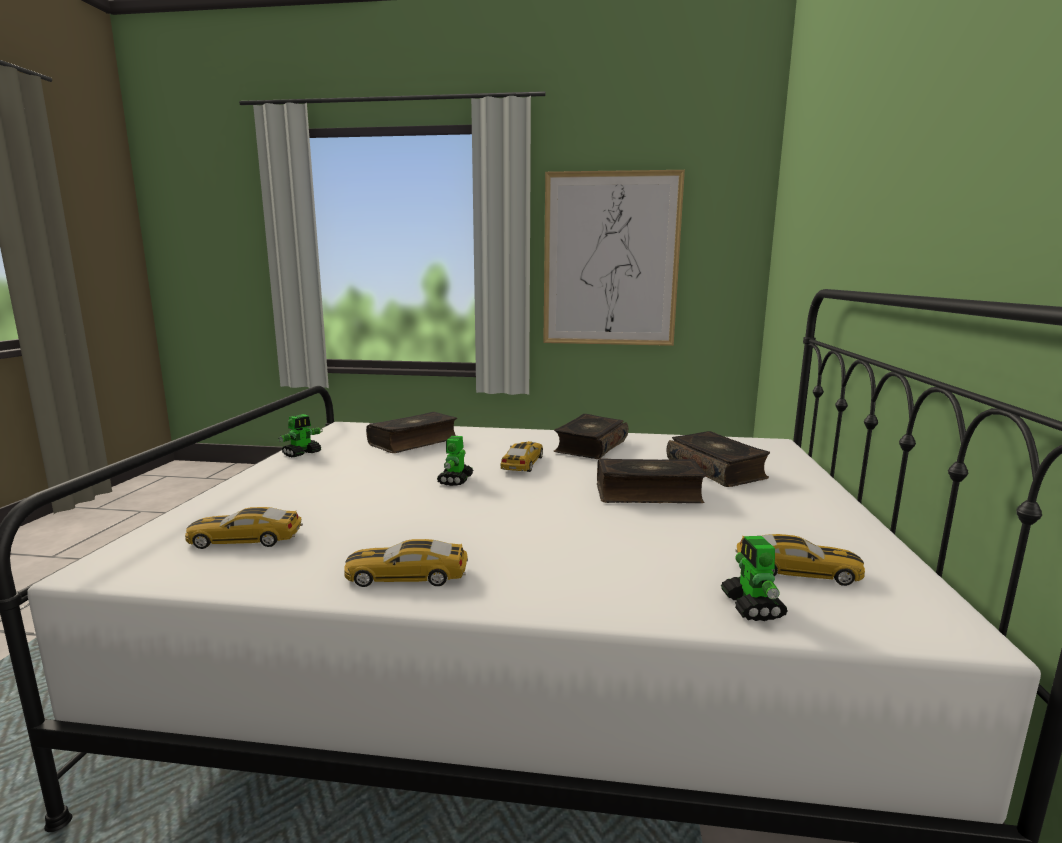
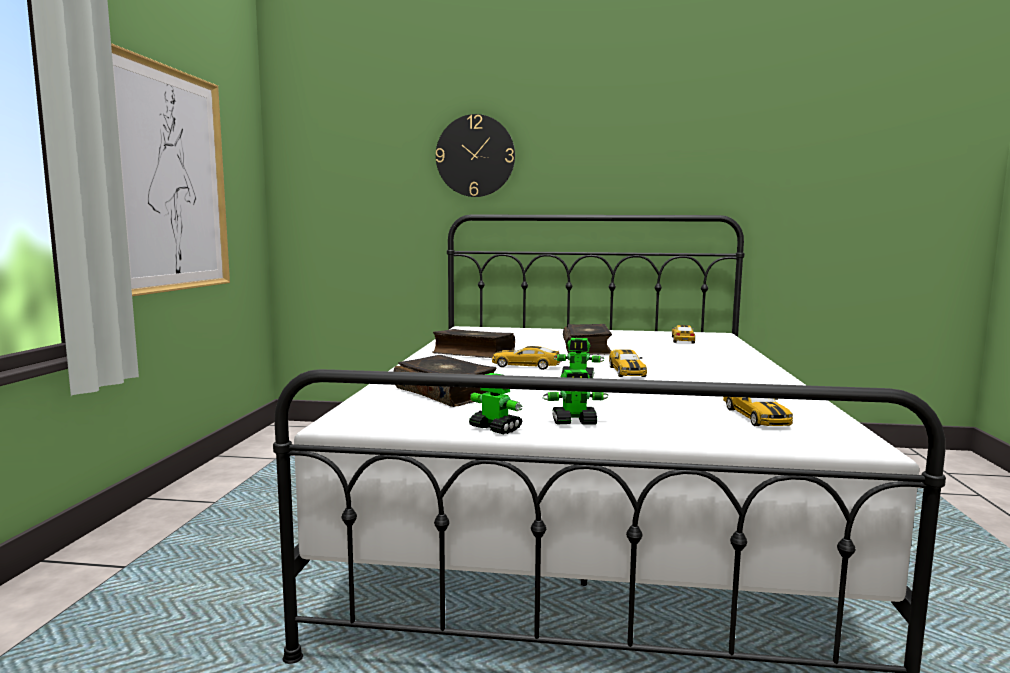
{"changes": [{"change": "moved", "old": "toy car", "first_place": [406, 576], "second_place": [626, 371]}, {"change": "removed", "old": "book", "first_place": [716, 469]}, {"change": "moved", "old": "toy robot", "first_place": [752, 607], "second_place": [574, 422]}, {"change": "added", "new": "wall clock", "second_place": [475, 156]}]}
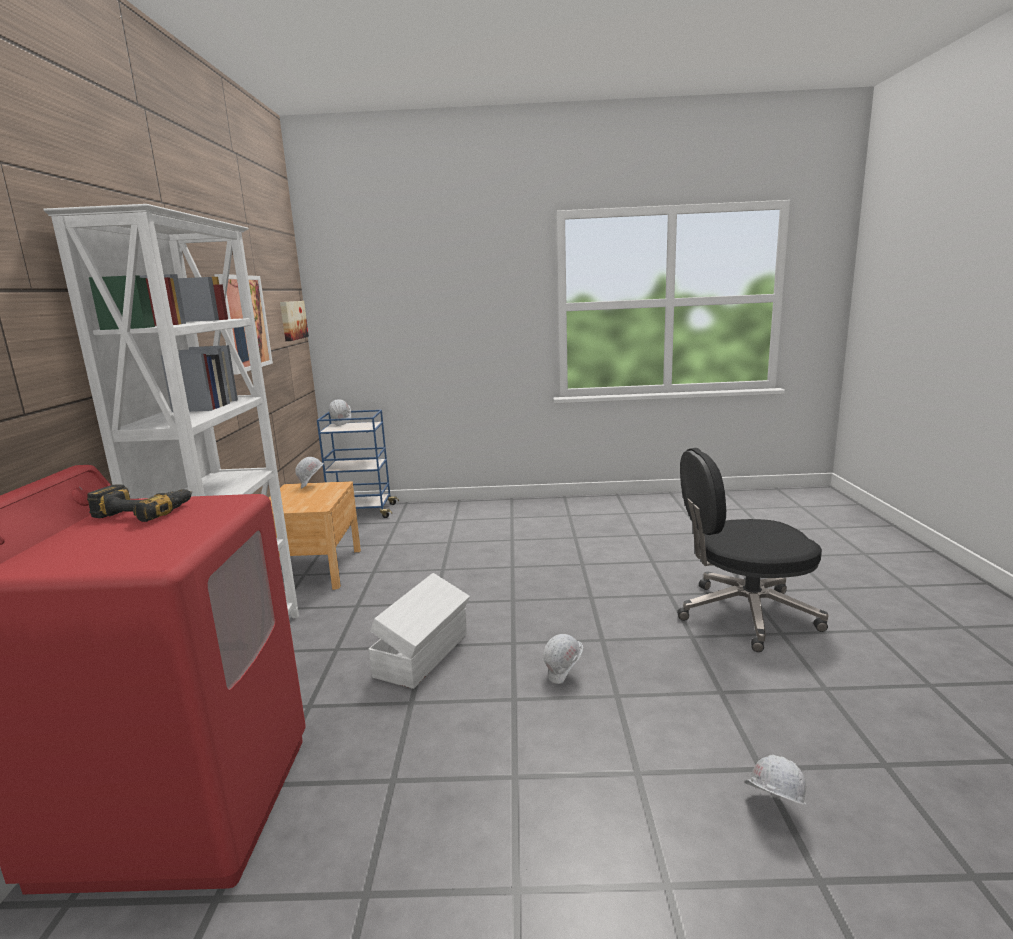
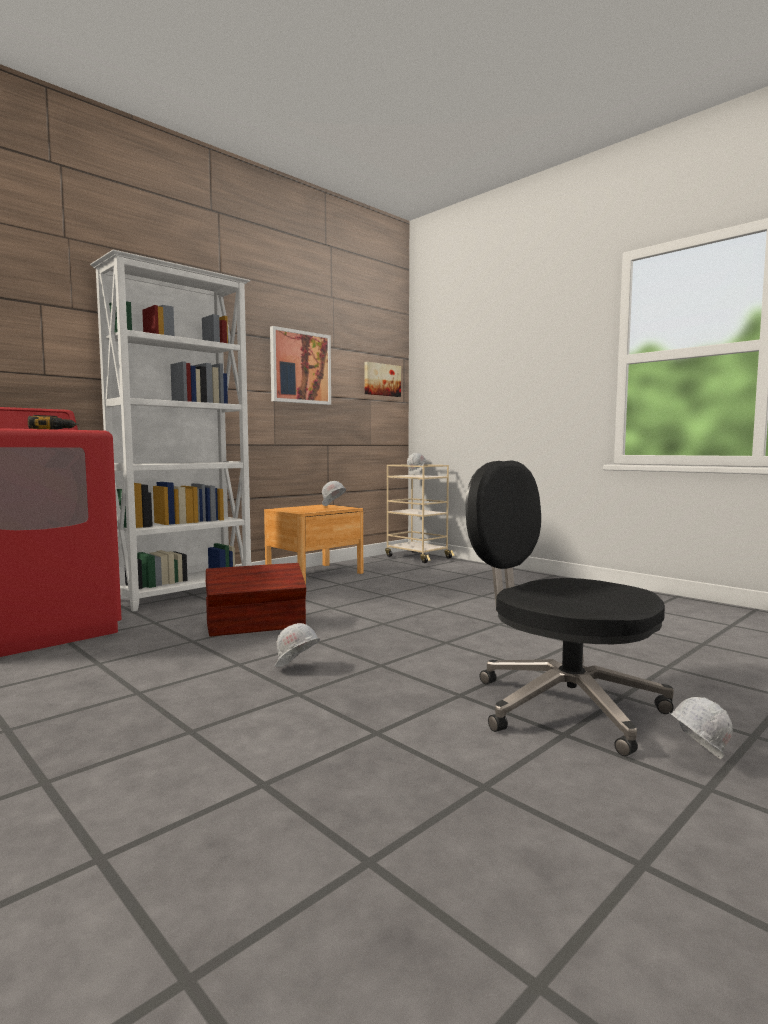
{"changes": [{"change": "recoloured", "old": "blue cart", "new": "beige cart", "first_place": [362, 512], "second_place": [417, 557]}, {"change": "recoloured", "old": "white storage box", "new": "brown storage box", "first_place": [424, 654], "second_place": [257, 626]}, {"change": "moved", "old": "white hard hat", "first_place": [771, 810], "second_place": [695, 759]}]}
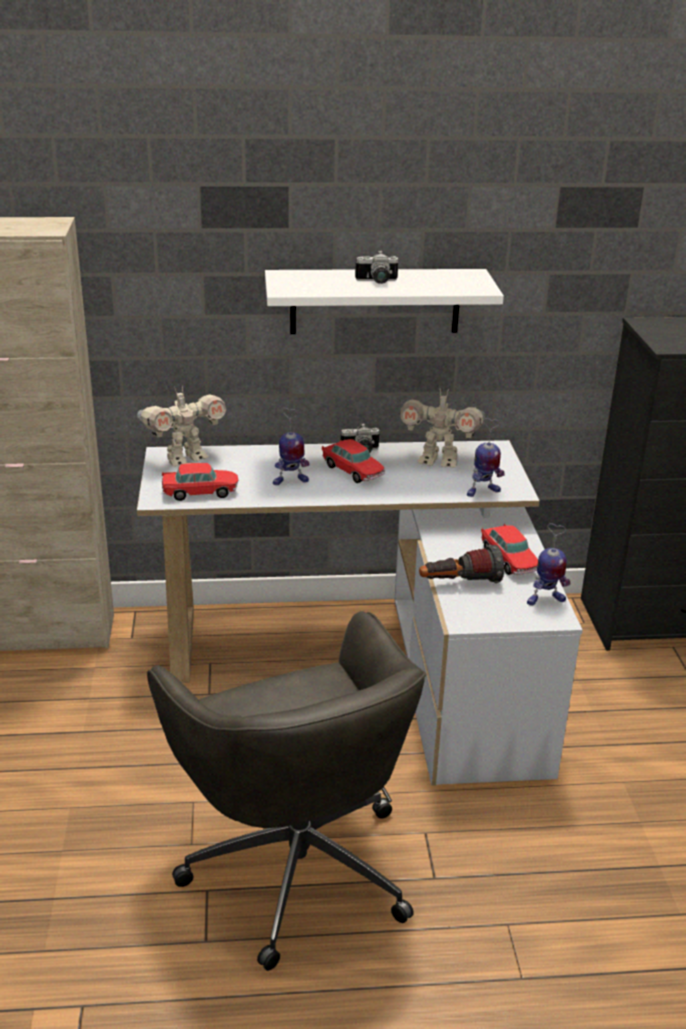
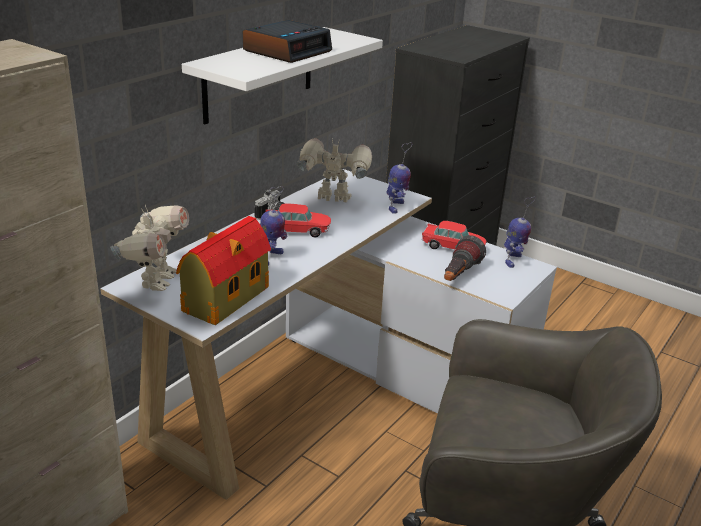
{"changes": [{"change": "replaced", "old": "toy car", "new": "toy house", "first_place": [200, 492], "second_place": [224, 300]}, {"change": "replaced", "old": "photo camera", "new": "alarm clock", "first_place": [377, 281], "second_place": [287, 51]}, {"change": "turned", "old": "toy robot", "first_place": [438, 461], "second_place": [333, 199], "degrees": -135}]}
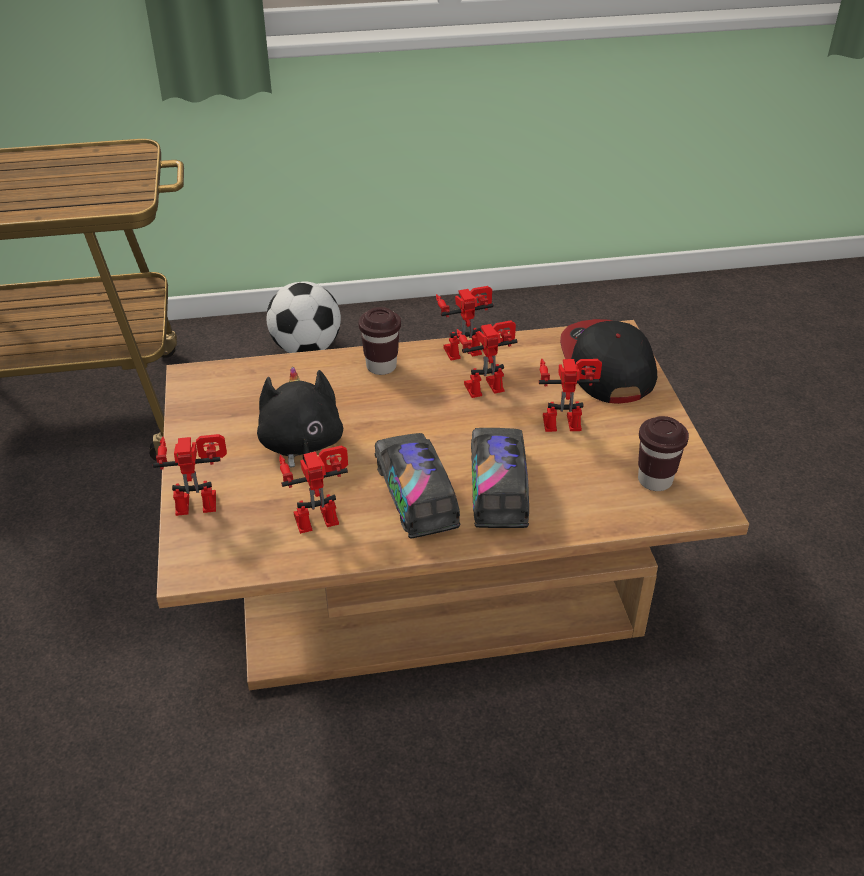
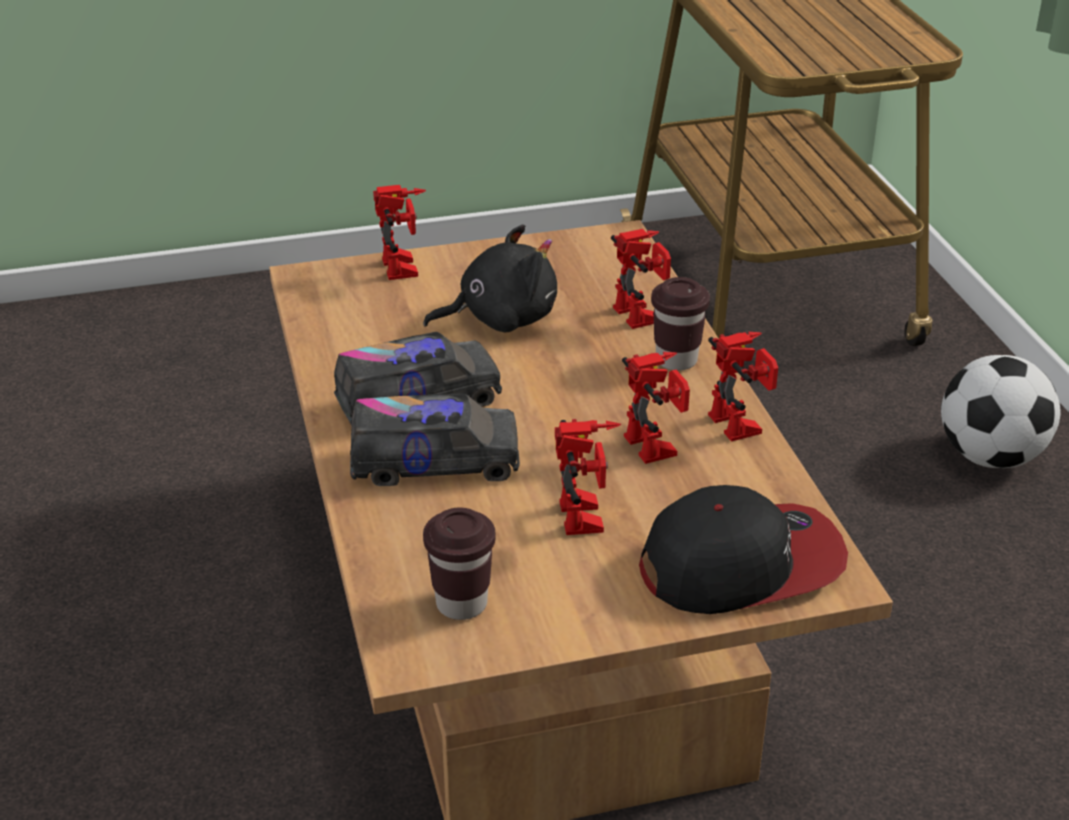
{"changes": [{"change": "moved", "old": "toy robot", "first_place": [318, 514], "second_place": [644, 315]}]}
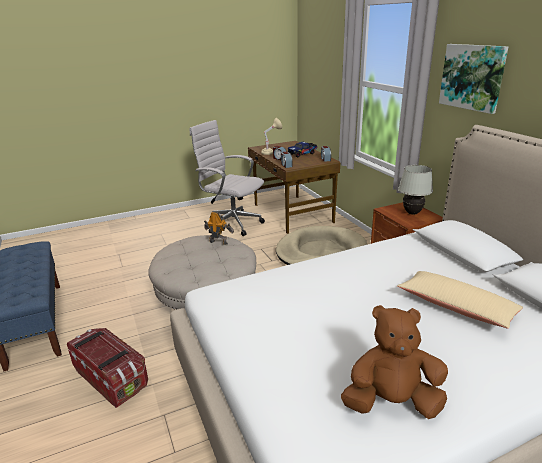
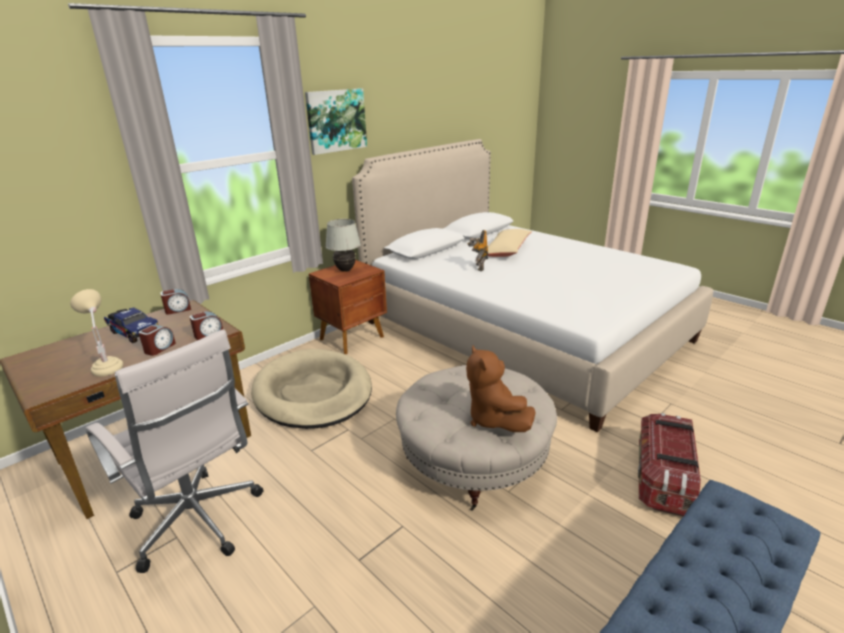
{"changes": [{"change": "turned", "old": "white office chair", "first_place": [231, 223], "second_place": [199, 523], "degrees": -60}, {"change": "moved", "old": "toy robot", "first_place": [218, 242], "second_place": [478, 267]}, {"change": "moved", "old": "brown plush toy", "first_place": [392, 402], "second_place": [494, 419]}]}
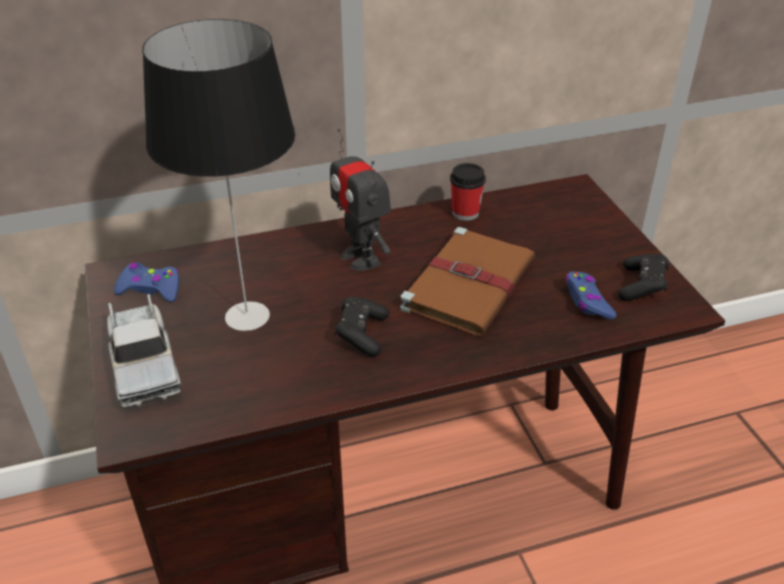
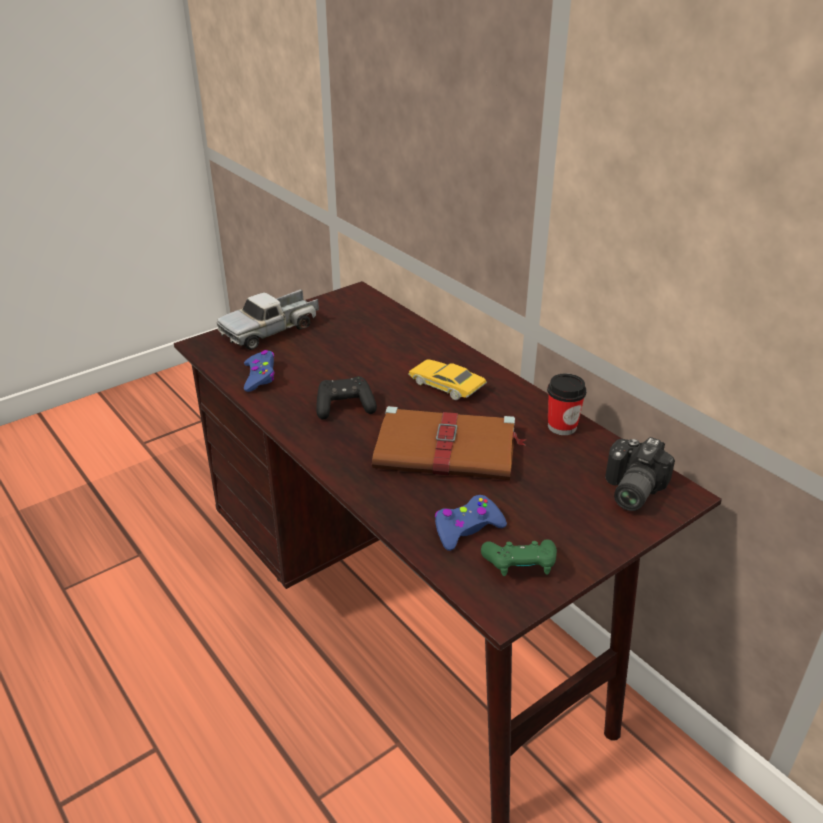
{"changes": [{"change": "moved", "old": "blue game controller", "first_place": [150, 289], "second_place": [260, 376]}, {"change": "removed", "old": "table lamp", "first_place": [247, 317]}, {"change": "replaced", "old": "toy robot", "new": "yellow toy car", "first_place": [361, 258], "second_place": [446, 385]}, {"change": "recoloured", "old": "black game controller", "new": "green game controller", "first_place": [642, 286], "second_place": [520, 567]}, {"change": "added", "new": "photo camera", "second_place": [629, 490]}]}
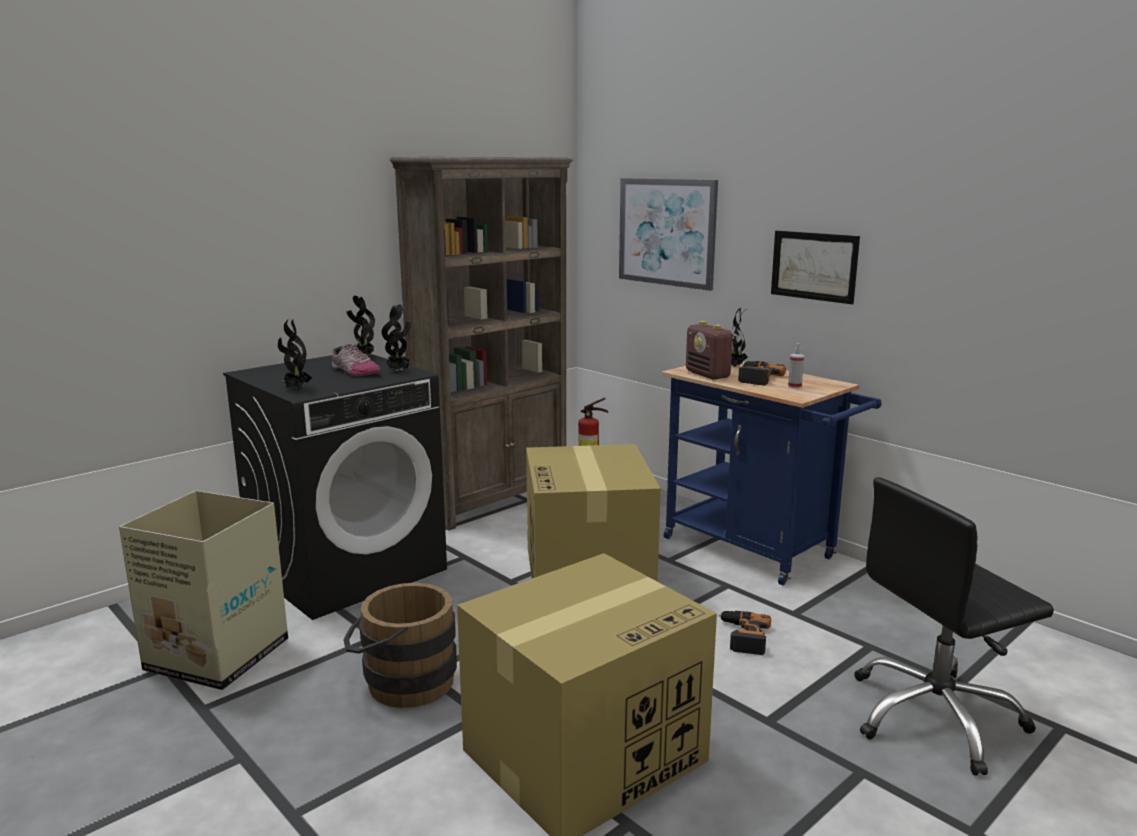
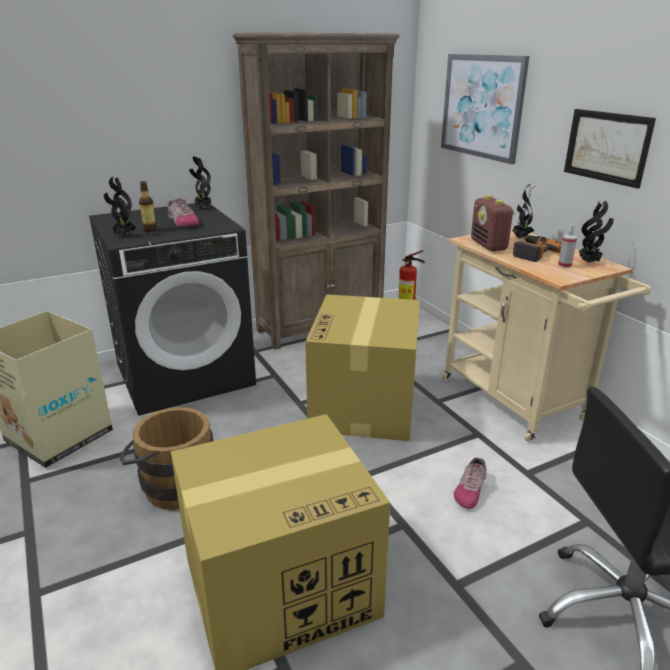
{"changes": [{"change": "moved", "old": "potted plant", "first_place": [399, 371], "second_place": [589, 262]}, {"change": "recoloured", "old": "blue cart", "new": "beige cart", "first_place": [757, 551], "second_place": [519, 403]}, {"change": "replaced", "old": "power drill", "new": "shoe", "first_place": [742, 636], "second_place": [470, 489]}, {"change": "added", "new": "bottle", "second_place": [150, 230]}]}
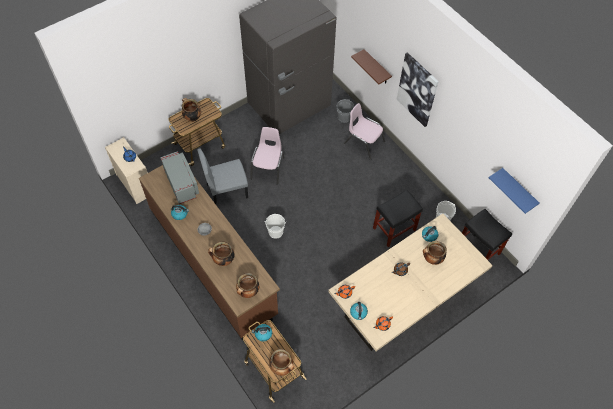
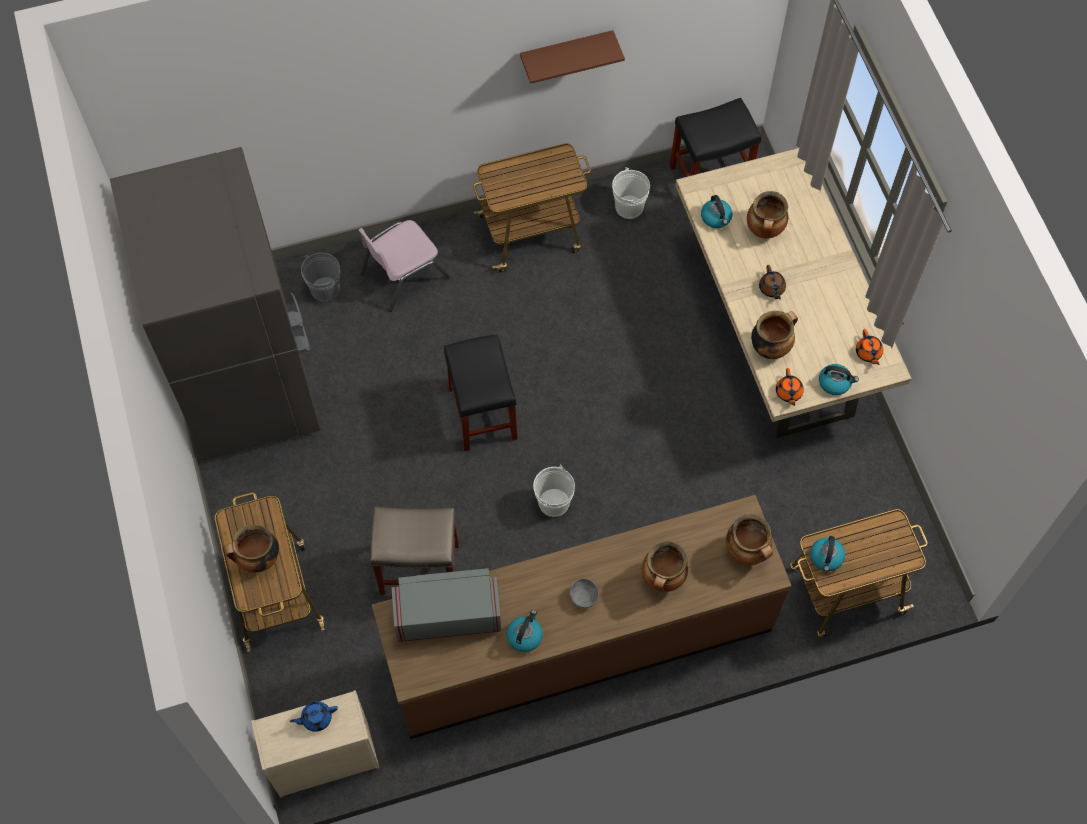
{"changes": [{"change": "replaced", "old": "grey chair", "new": "beige stool", "first_place": [227, 191], "second_place": [418, 569]}, {"change": "removed", "old": "pink chair", "first_place": [268, 168]}, {"change": "moved", "old": "cooking pot", "first_place": [282, 367], "second_place": [770, 347]}, {"change": "moved", "old": "brown shelf", "first_place": [377, 68], "second_place": [566, 53]}, {"change": "moved", "old": "black stool", "first_place": [394, 228], "second_place": [482, 412]}, {"change": "removed", "old": "picture", "first_place": [417, 90]}, {"change": "removed", "old": "blue shelf", "first_place": [518, 190]}, {"change": "added", "new": "cart", "second_place": [531, 233]}]}
